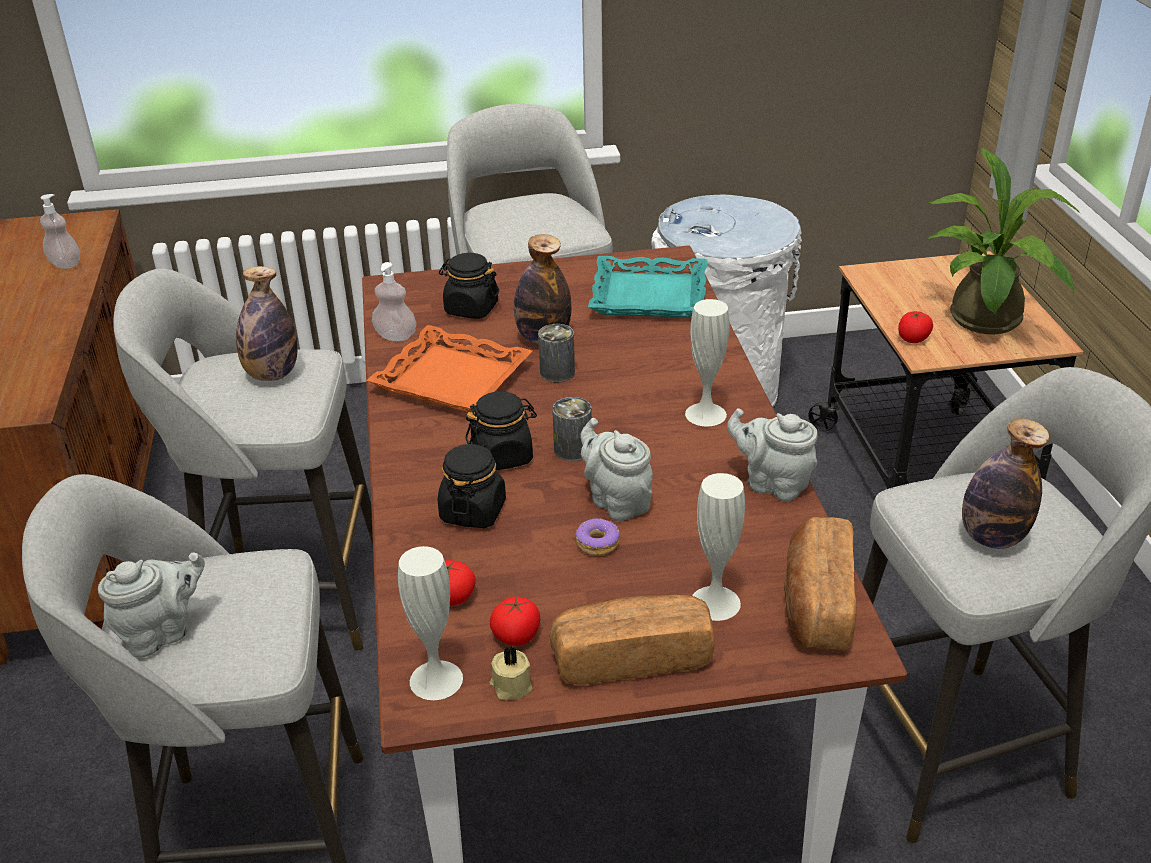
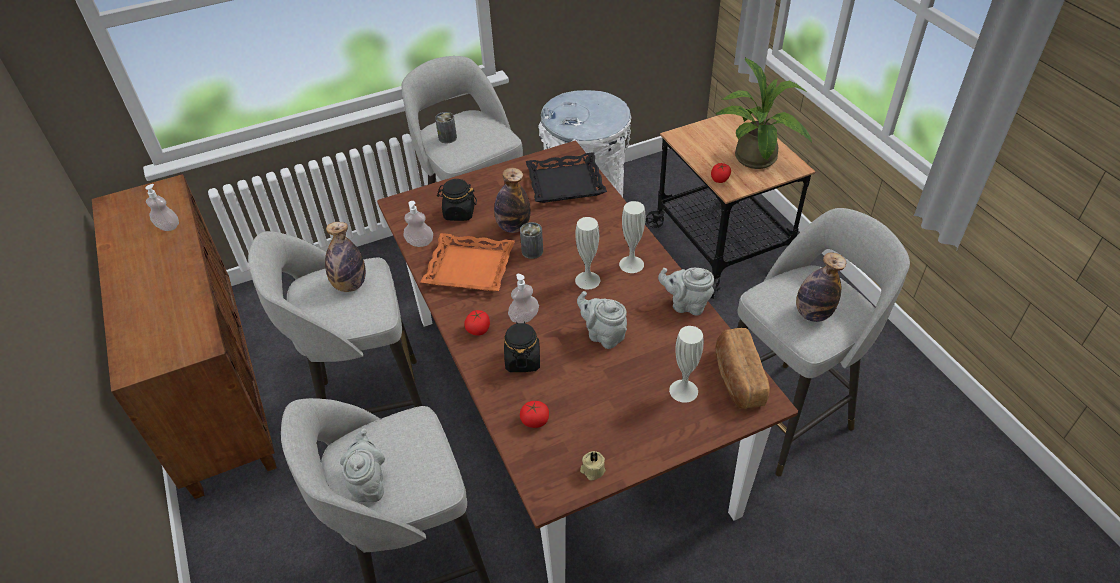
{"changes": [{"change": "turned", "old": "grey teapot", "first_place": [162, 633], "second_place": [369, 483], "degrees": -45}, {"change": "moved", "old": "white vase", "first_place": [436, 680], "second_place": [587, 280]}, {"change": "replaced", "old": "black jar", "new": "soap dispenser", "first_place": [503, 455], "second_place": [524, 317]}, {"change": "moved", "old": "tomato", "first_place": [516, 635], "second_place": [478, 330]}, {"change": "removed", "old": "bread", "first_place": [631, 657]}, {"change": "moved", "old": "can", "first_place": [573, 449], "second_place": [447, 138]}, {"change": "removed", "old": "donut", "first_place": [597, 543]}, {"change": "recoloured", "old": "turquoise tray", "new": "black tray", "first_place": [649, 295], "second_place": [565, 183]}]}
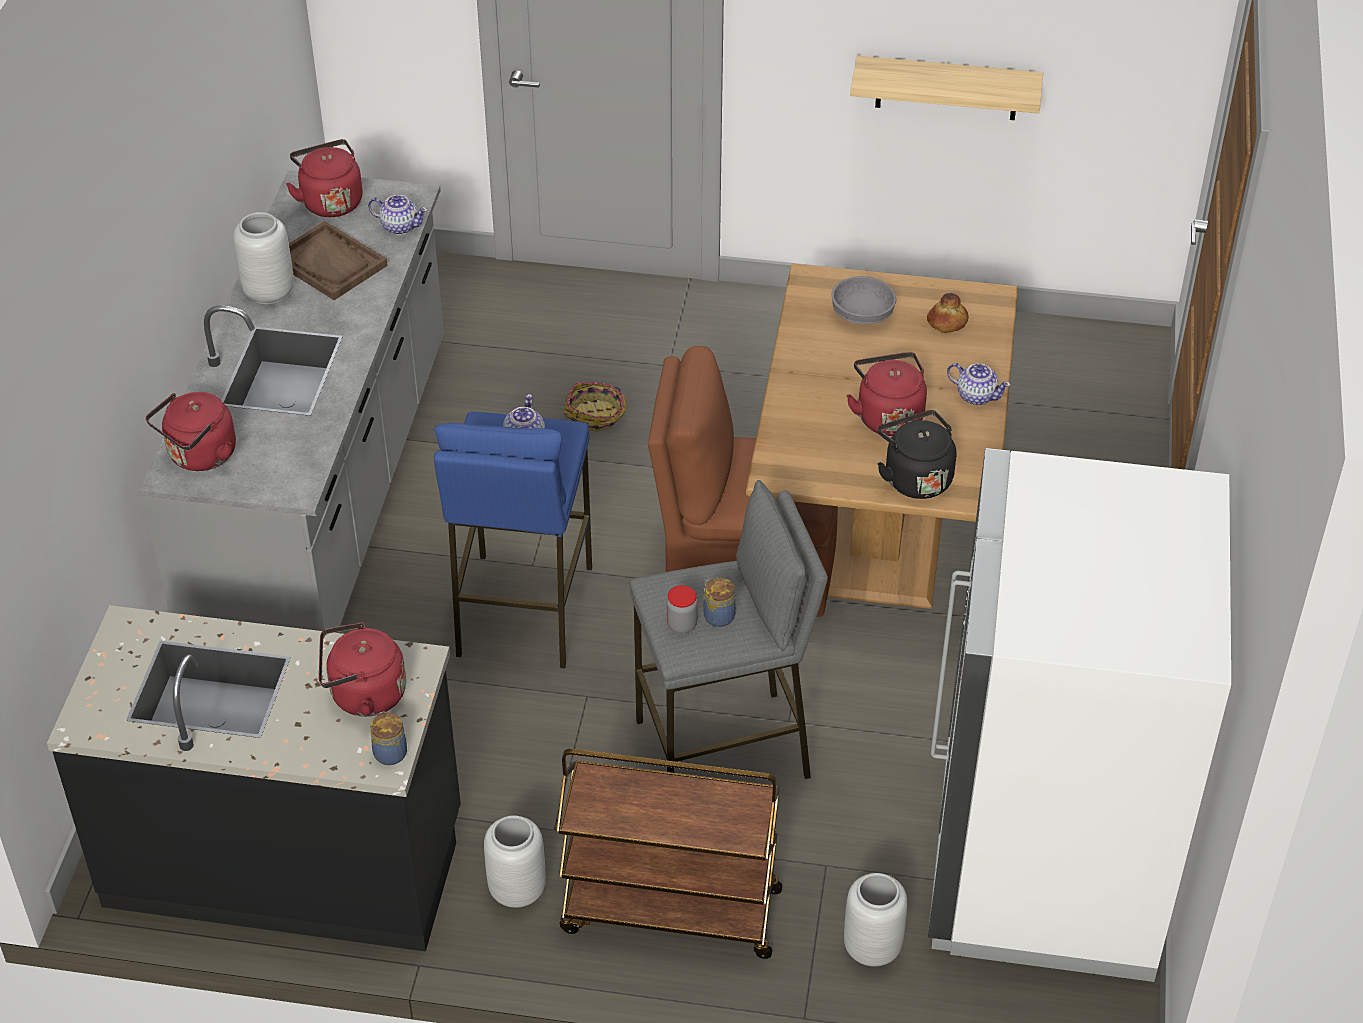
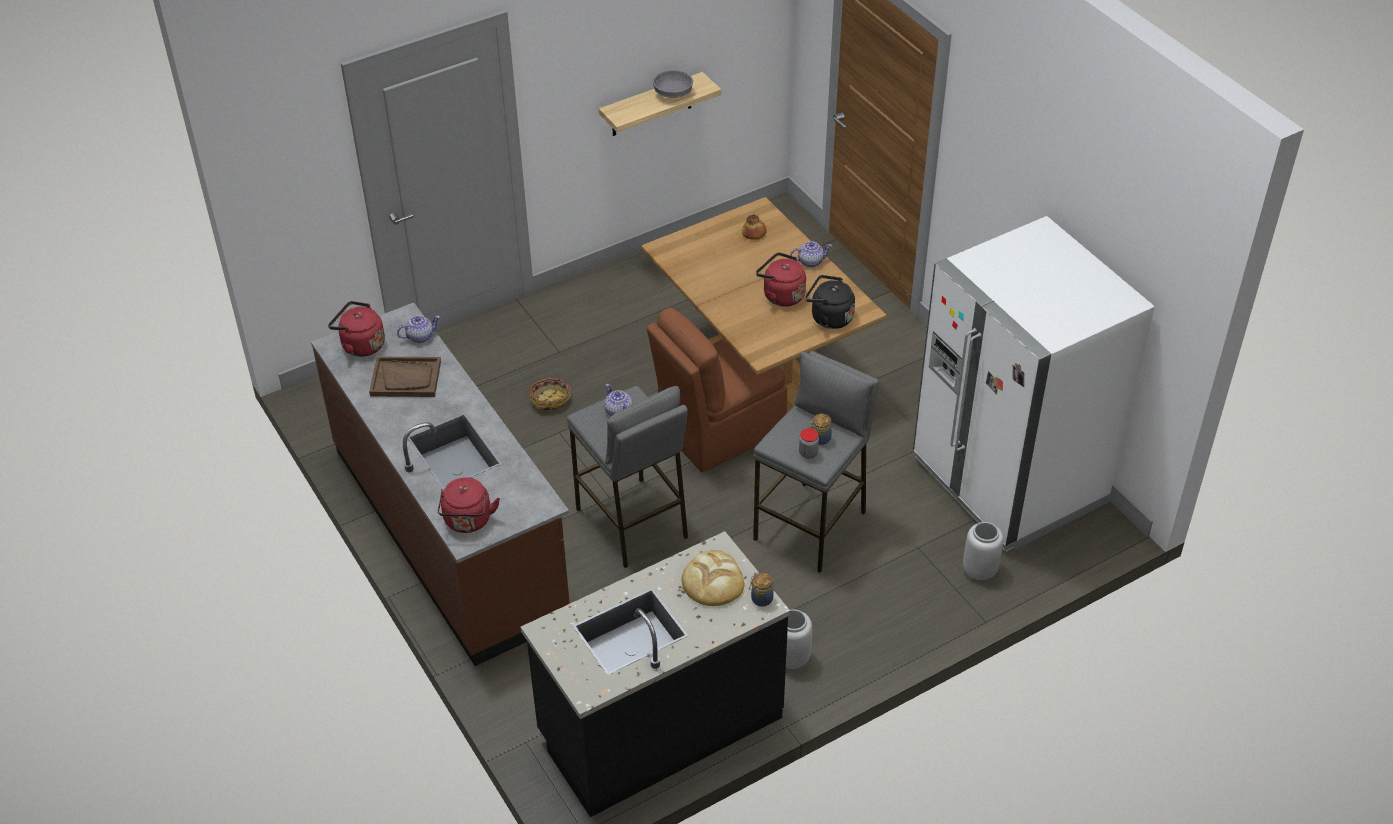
{"changes": [{"change": "recoloured", "old": "grey counter", "new": "brown counter", "first_place": [326, 496], "second_place": [451, 531]}, {"change": "removed", "old": "grey vase", "first_place": [268, 292]}, {"change": "replaced", "old": "red kettle", "new": "bread", "first_place": [363, 695], "second_place": [713, 581]}, {"change": "recoloured", "old": "blue stool", "new": "grey stool", "first_place": [522, 611], "second_place": [632, 523]}, {"change": "removed", "old": "brown cart", "first_place": [669, 911]}, {"change": "moved", "old": "grey bowl", "first_place": [862, 315], "second_place": [673, 94]}]}
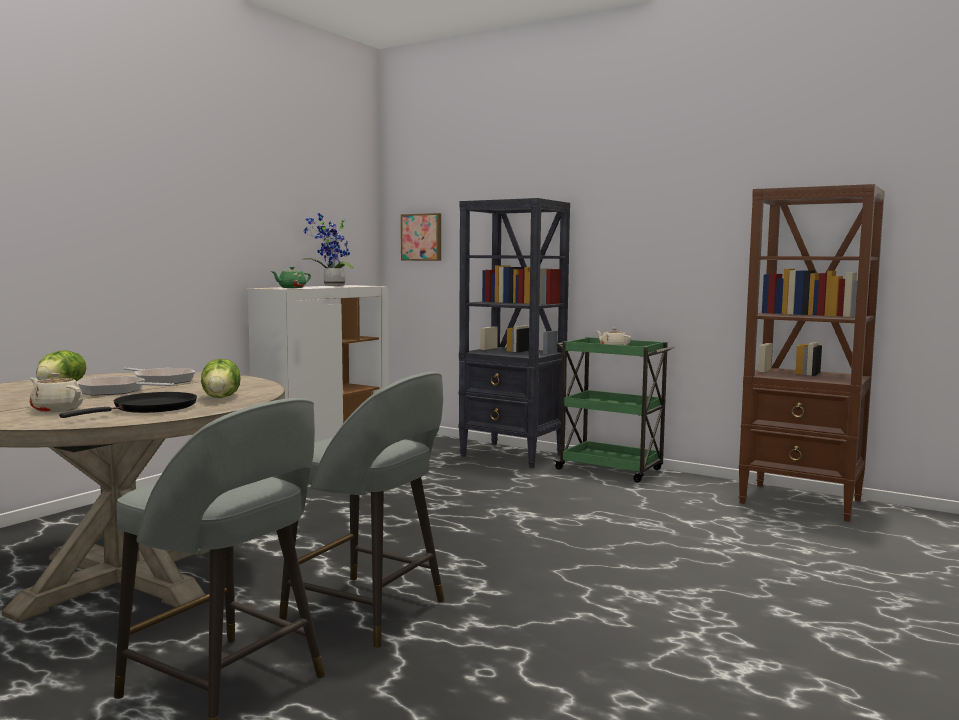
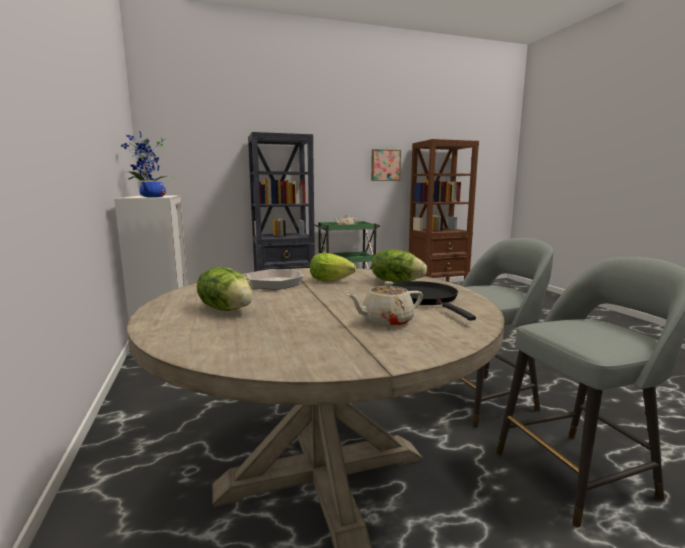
{"changes": [{"change": "removed", "old": "frying pan", "first_place": [115, 391]}, {"change": "recoloured", "old": "green teapot", "new": "blue teapot", "first_place": [291, 288], "second_place": [153, 197]}, {"change": "moved", "old": "picture", "first_place": [422, 237], "second_place": [385, 165]}, {"change": "added", "new": "lettuce", "second_place": [333, 281]}]}
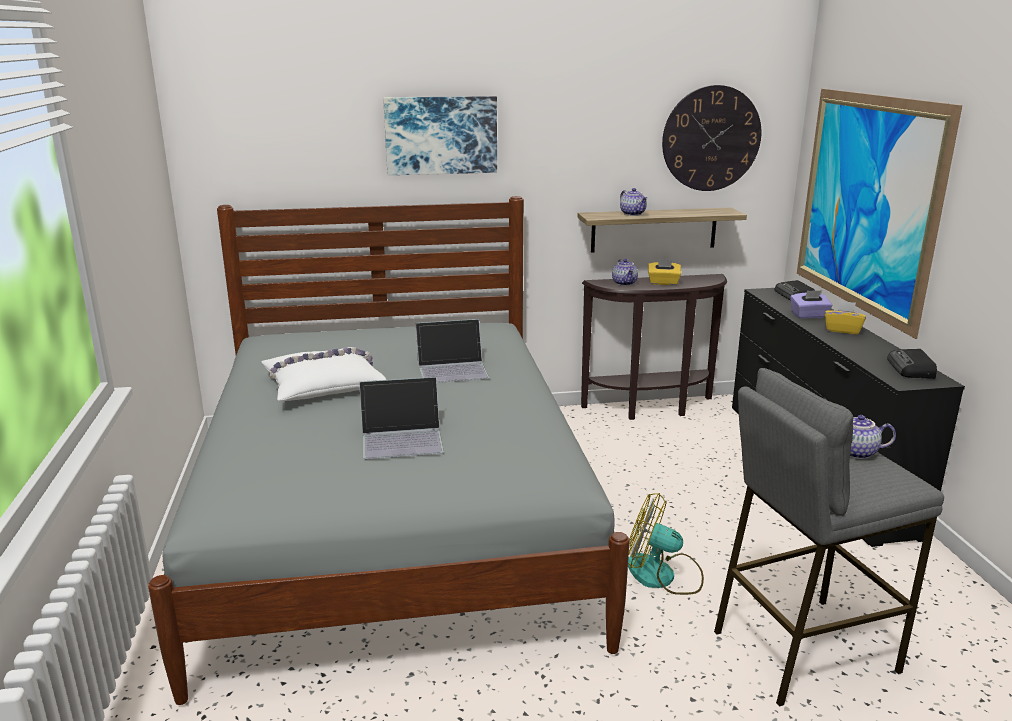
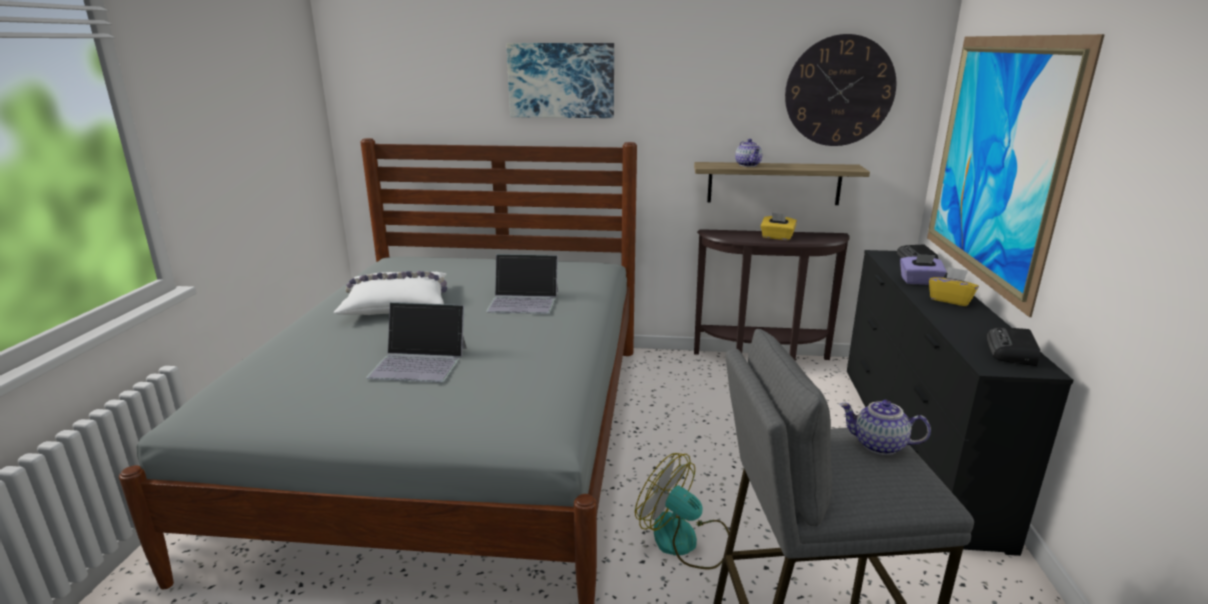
{"changes": [{"change": "removed", "old": "teapot", "first_place": [625, 283]}]}
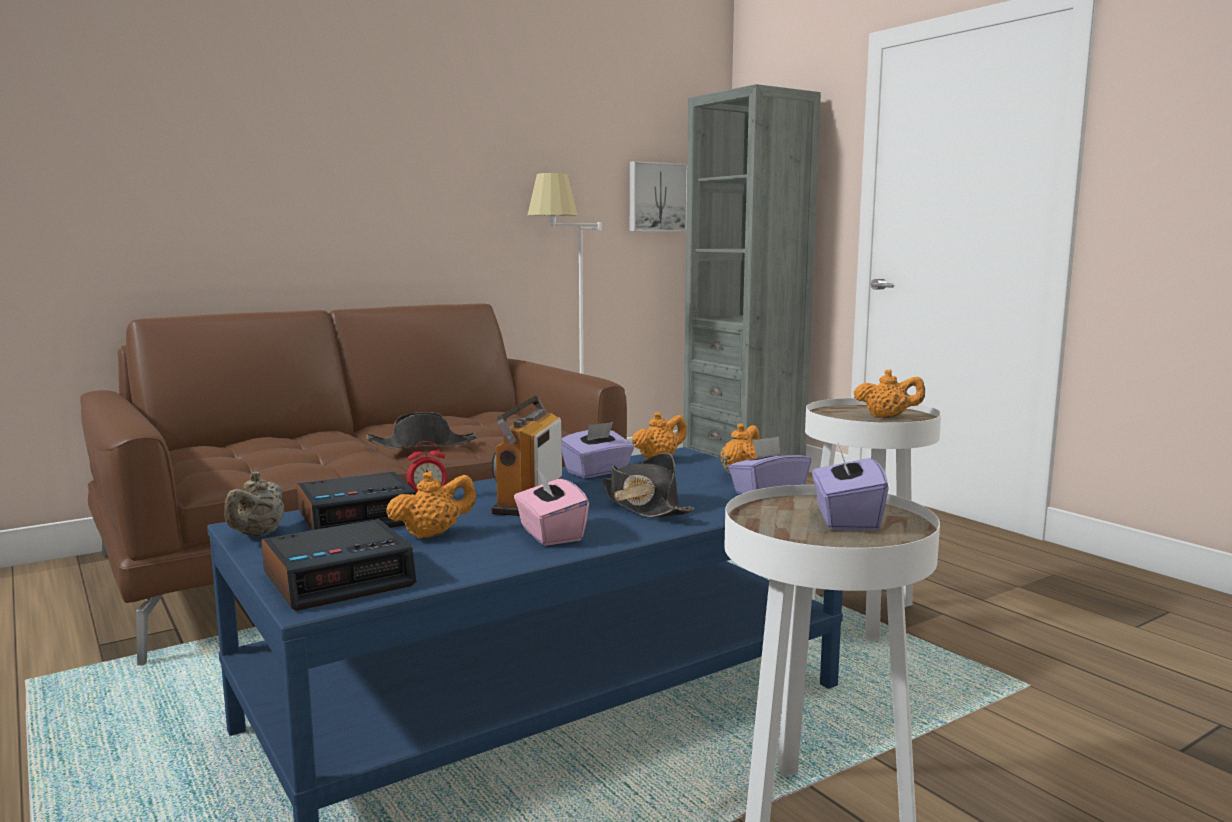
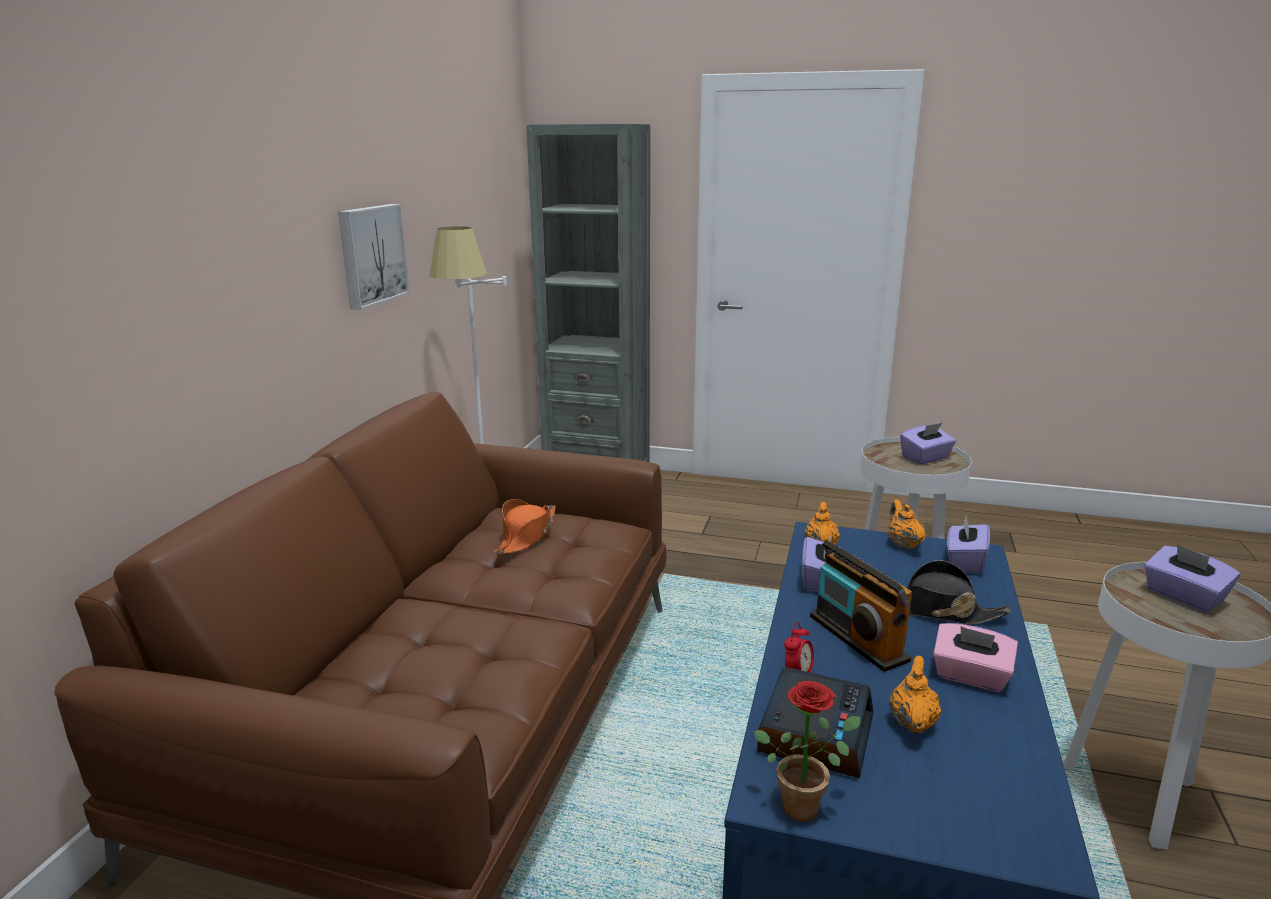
{"changes": [{"change": "replaced", "old": "beige teapot", "new": "potted plant", "first_place": [258, 535], "second_place": [805, 804]}, {"change": "removed", "old": "alarm clock", "first_place": [340, 579]}, {"change": "removed", "old": "black hat", "first_place": [423, 444]}, {"change": "moved", "old": "picture", "first_place": [656, 197], "second_place": [371, 254]}, {"change": "replaced", "old": "orange teapot", "new": "purple tissue box", "first_place": [887, 417], "second_place": [926, 458]}, {"change": "added", "new": "orange hat", "second_place": [526, 536]}]}
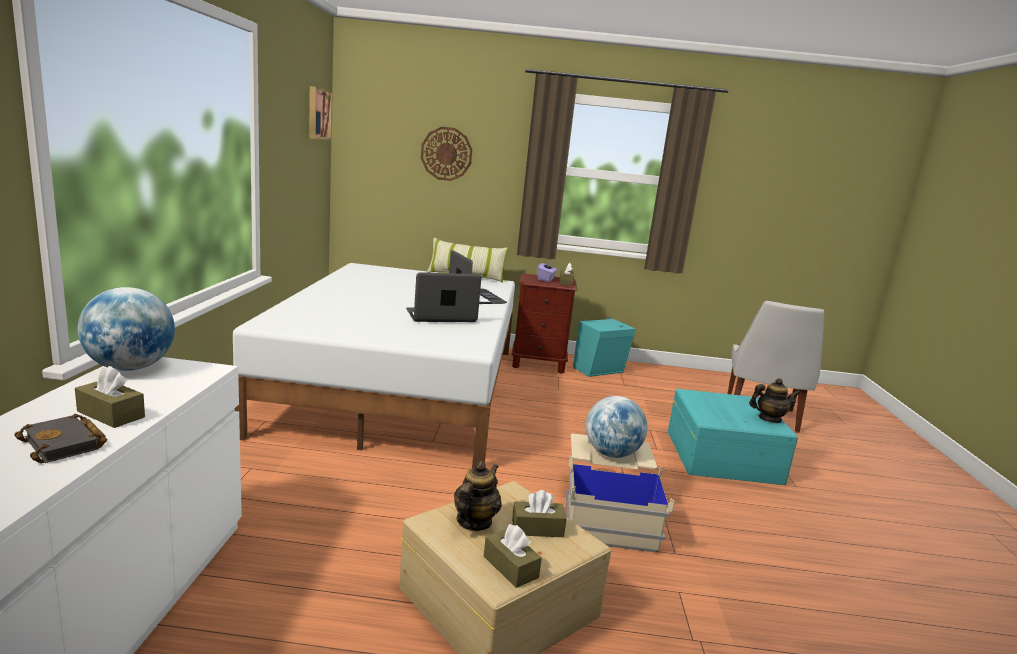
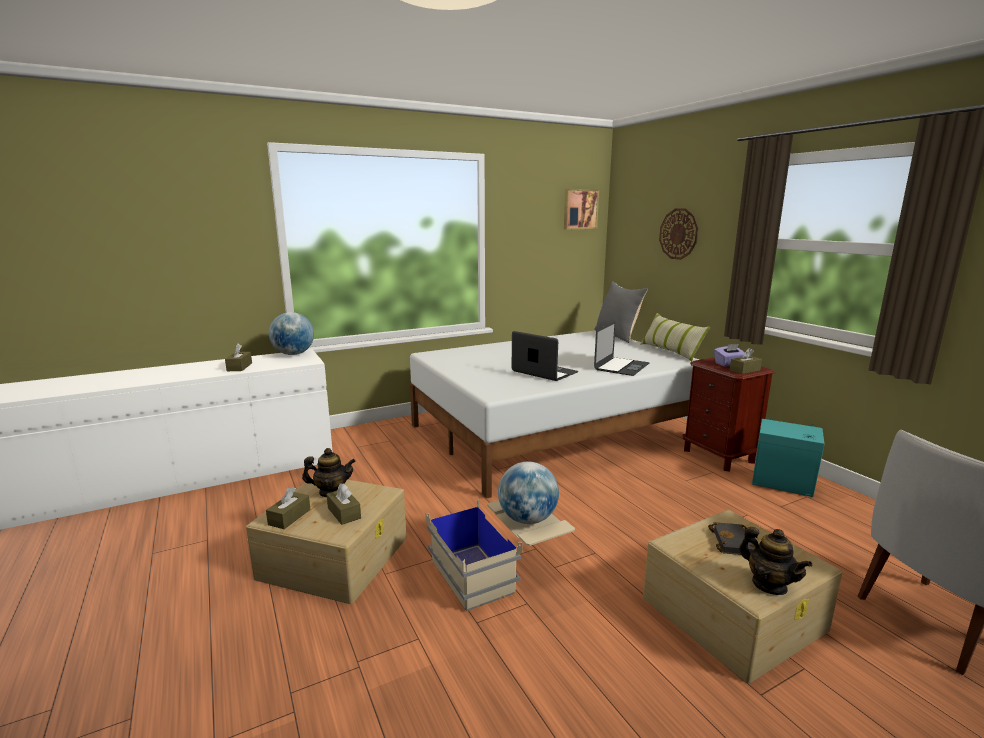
{"changes": [{"change": "moved", "old": "black book", "first_place": [66, 444], "second_place": [734, 543]}, {"change": "recoloured", "old": "turquoise storage box", "new": "beige storage box", "first_place": [722, 456], "second_place": [733, 612]}, {"change": "added", "new": "grey pillow", "second_place": [618, 336]}]}
